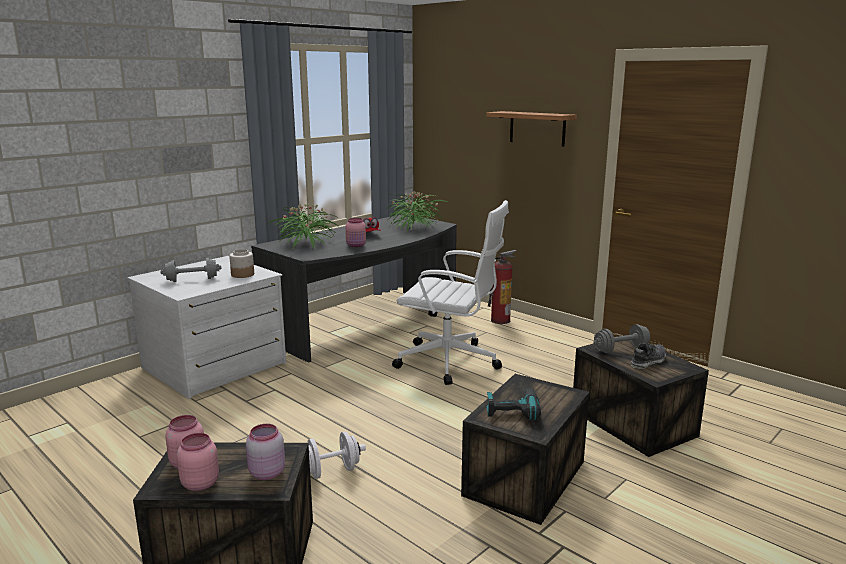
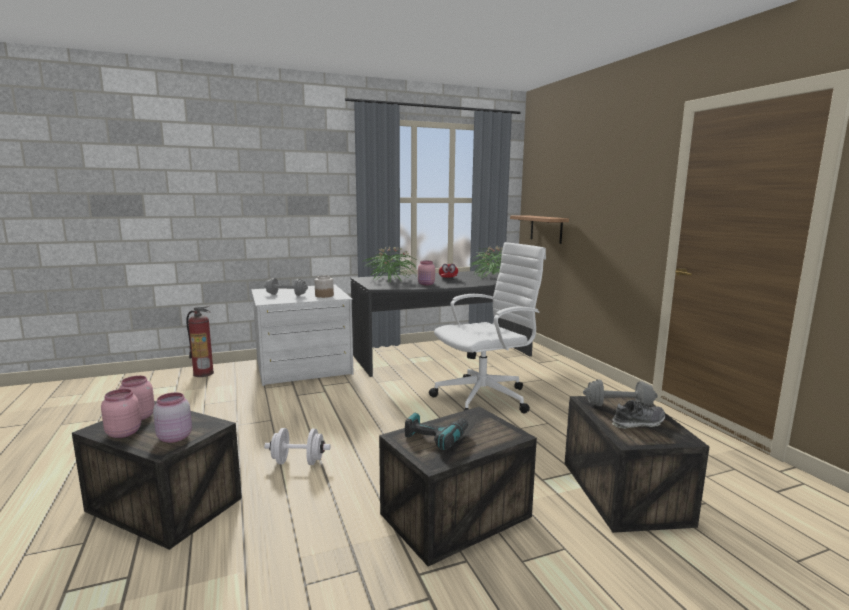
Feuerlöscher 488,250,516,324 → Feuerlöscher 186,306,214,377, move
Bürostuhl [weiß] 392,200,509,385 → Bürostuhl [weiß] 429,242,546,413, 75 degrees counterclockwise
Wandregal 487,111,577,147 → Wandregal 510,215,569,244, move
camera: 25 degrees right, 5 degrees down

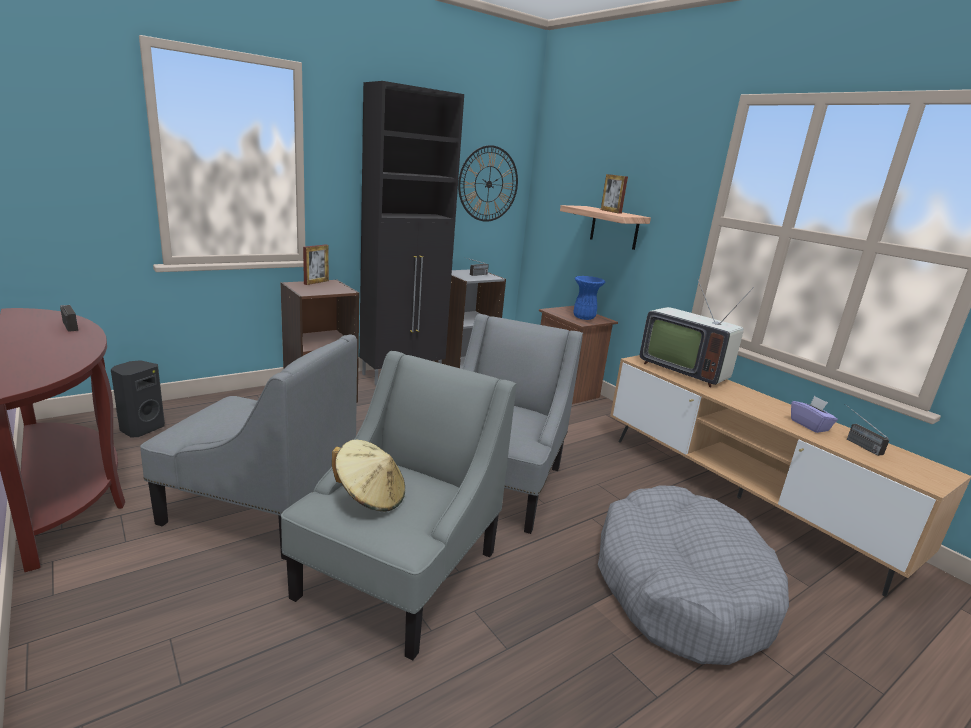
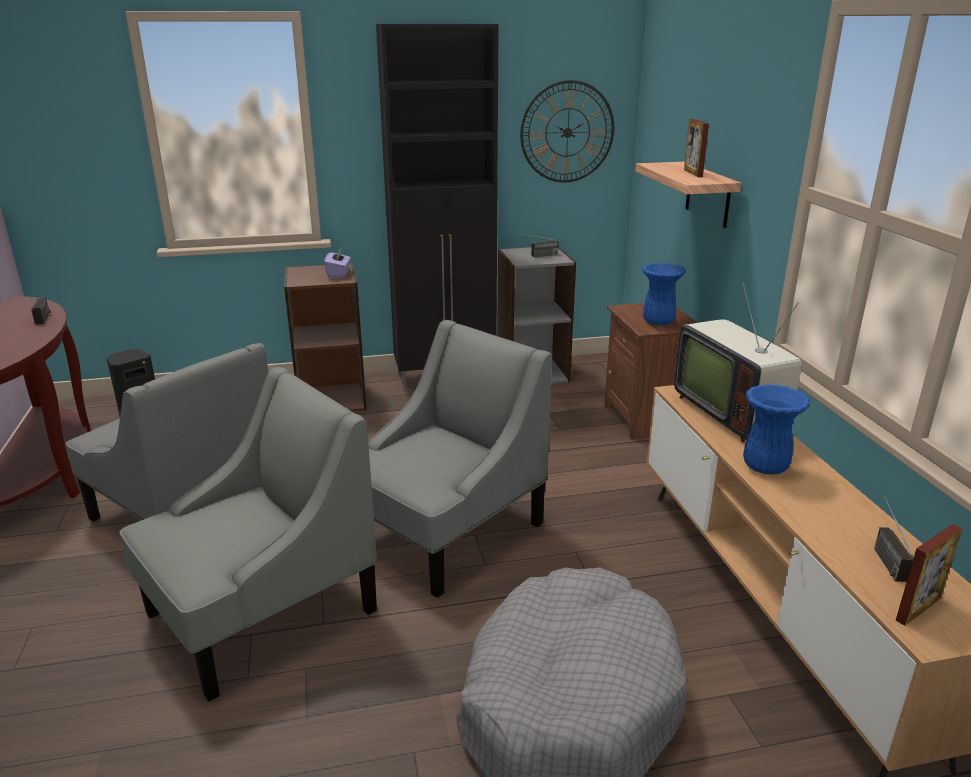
Taschentuchbox [lila] 791,396,838,433 → Taschentuchbox [lila] 324,248,351,278, move
- → Vase [blau] 743,384,810,475
Bilderrahmen 303,244,329,285 → Bilderrahmen 896,524,963,626, move
Hut [beige] 332,440,405,511 → -
camera: 25 degrees right, 5 degrees up

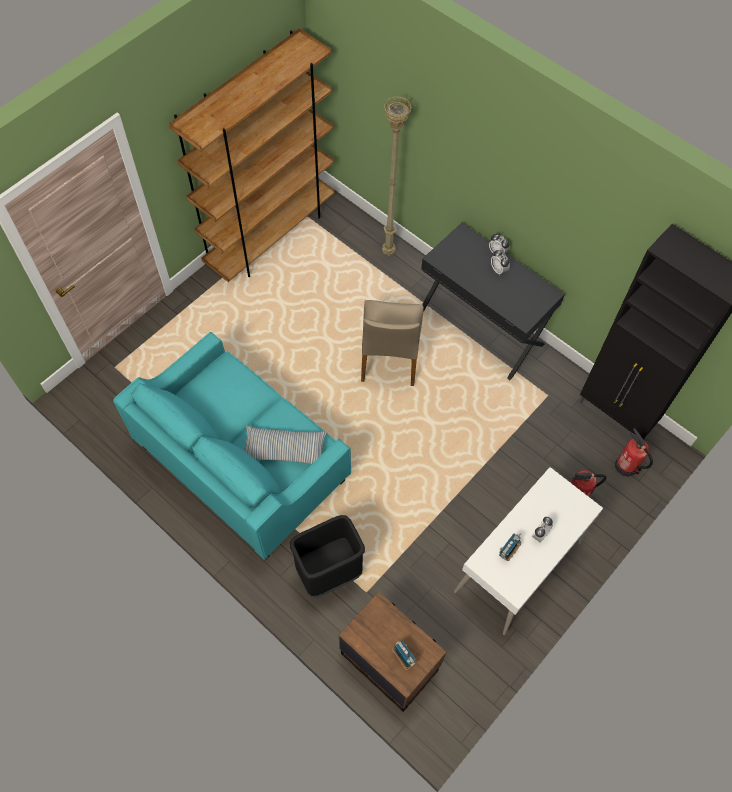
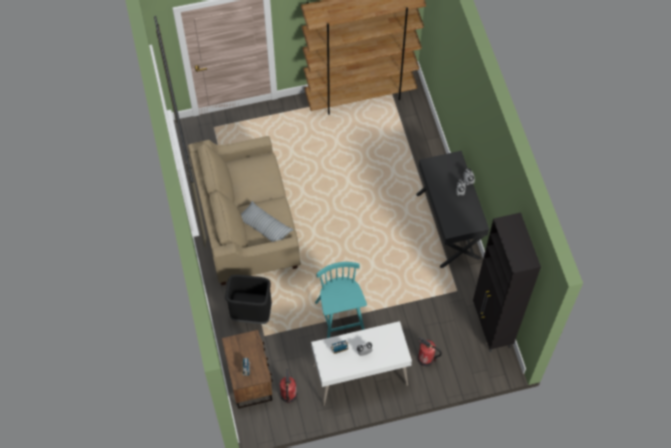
Sofa [türkis] 113,332,351,561 → Sofa [beige] 188,136,301,285
Feuerlöscher 615,428,653,477 → Feuerlöscher 280,369,297,403, move
- → Hocker [türkis] 315,262,367,338
Stuhl [beige] 361,300,424,386 → -
Stehlampe [beige] 382,96,412,256 → -
camera: 35 degrees right, 0 degrees up

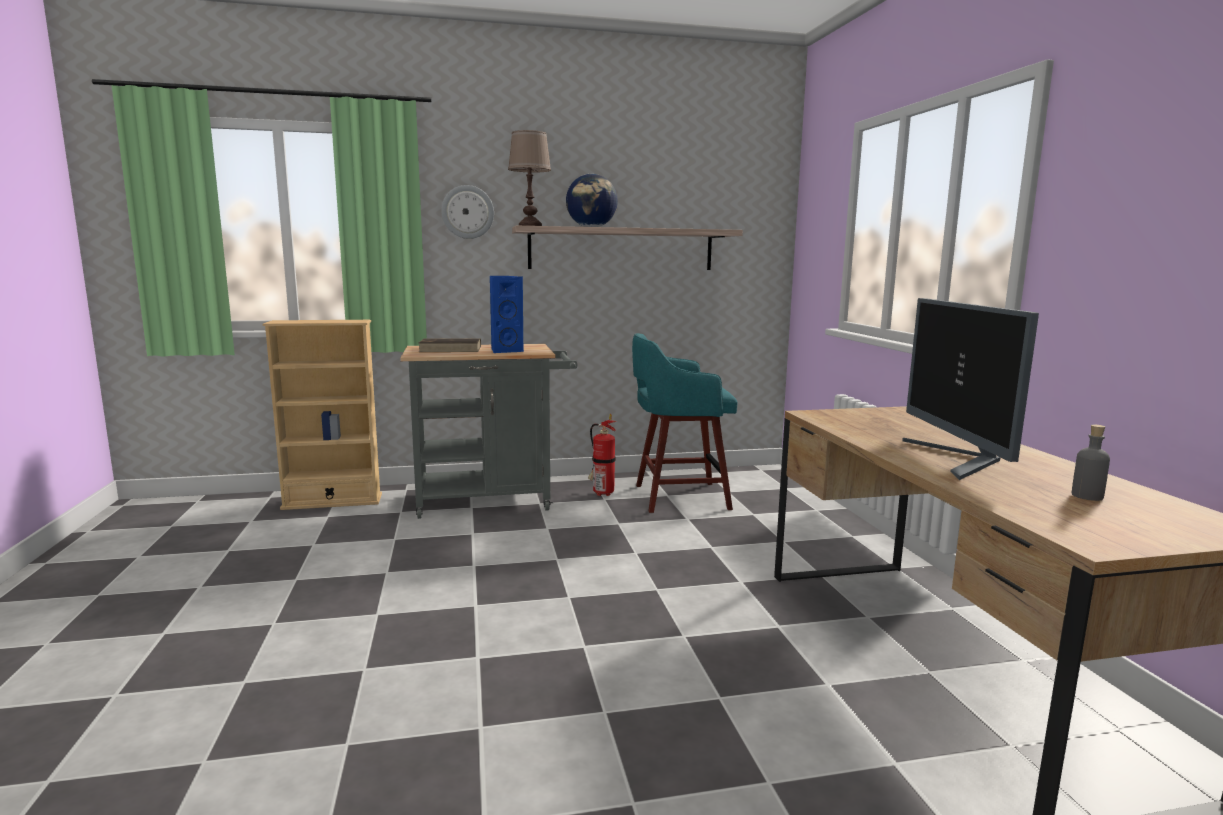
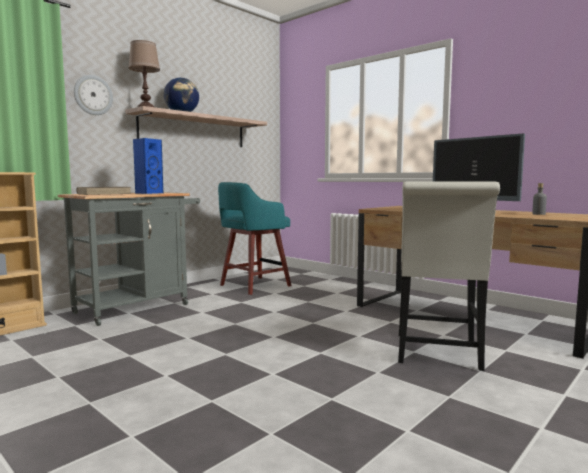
- → Stuhl [weiß] 398,181,500,371
Feuerlöscher 588,414,617,496 → -
camera: 35 degrees left, 5 degrees down

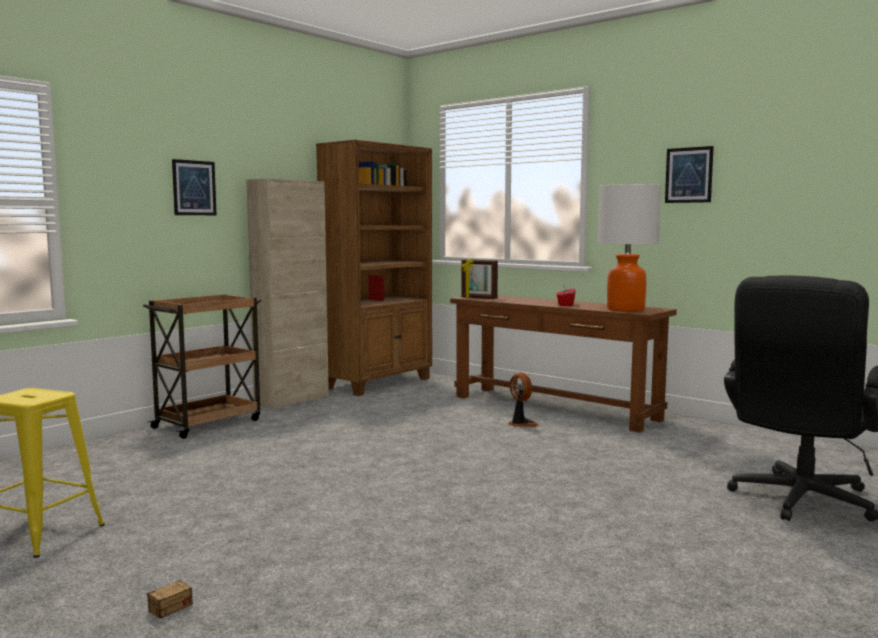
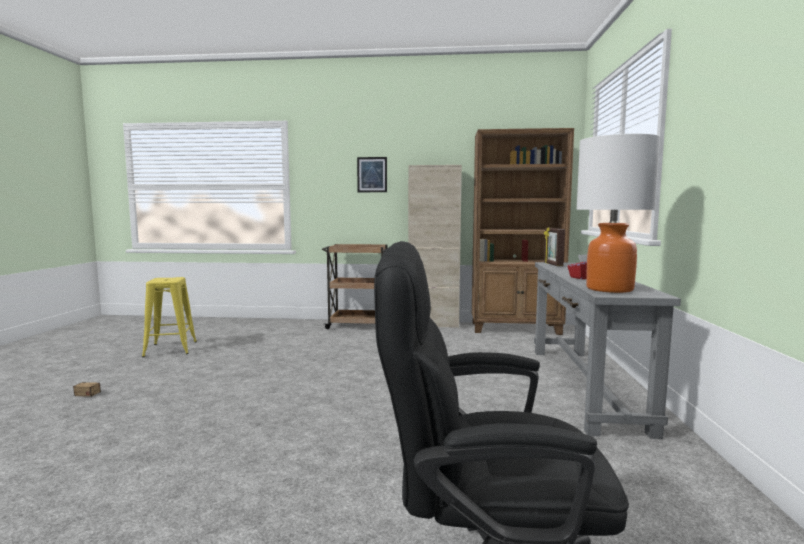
Konsolentisch [braun] 450,295,677,433 → Konsolentisch [grau] 534,262,681,439
Ventilator 508,372,539,427 → -
Bild 665,146,714,203 → -
camera: 55 degrees right, 0 degrees up

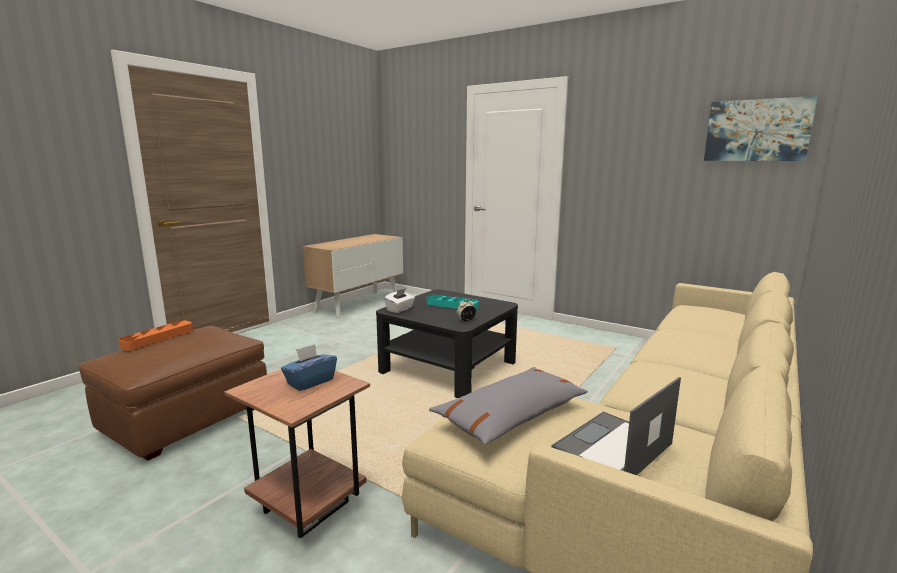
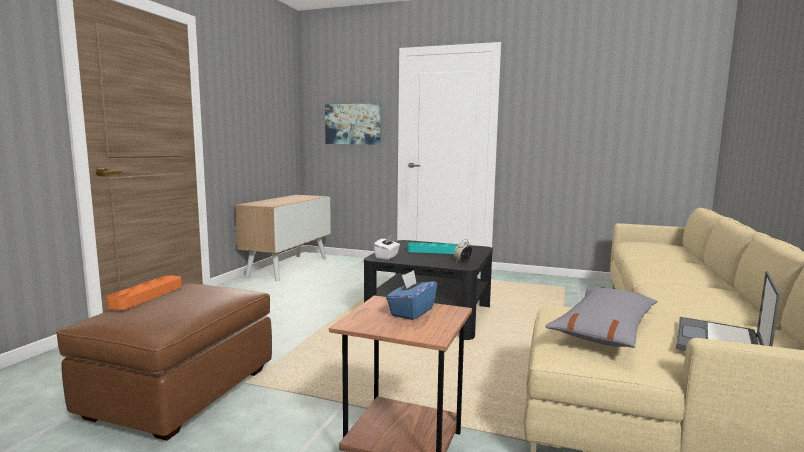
Bild 704,96,817,161 → Bild 325,103,380,145, move
camera: 15 degrees left, 5 degrees down

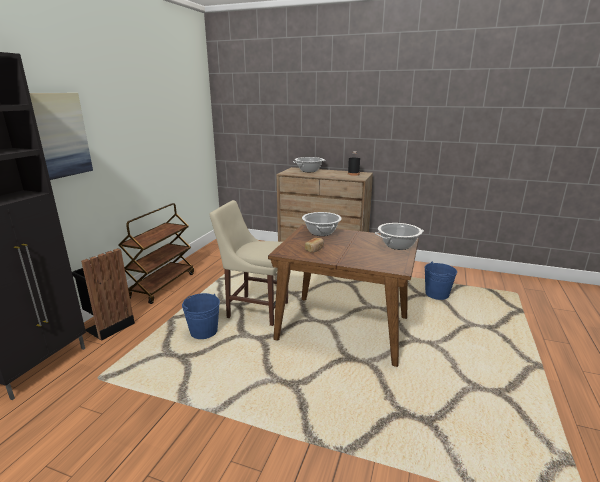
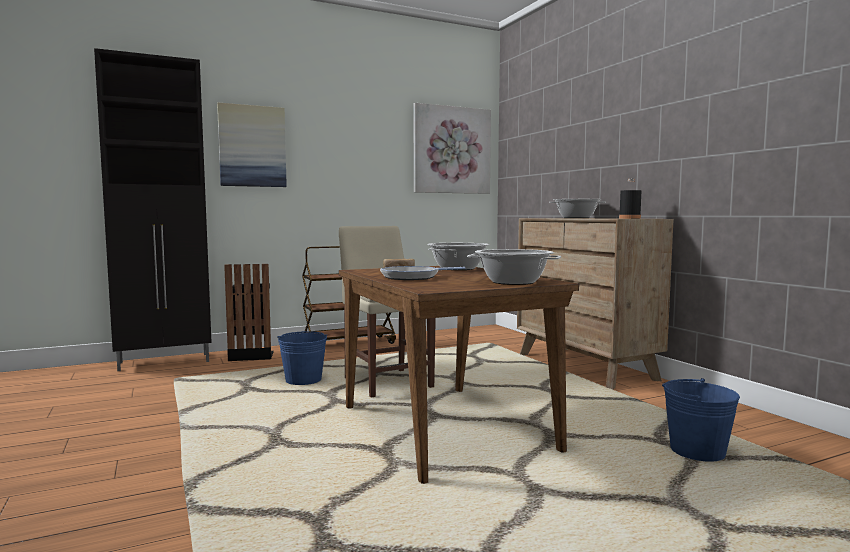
- → Pfanne 380,266,465,280
- → Bild 414,103,491,194
camera: 45 degrees right, 15 degrees down

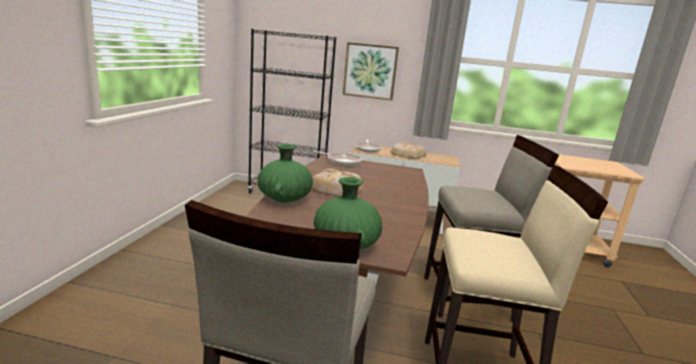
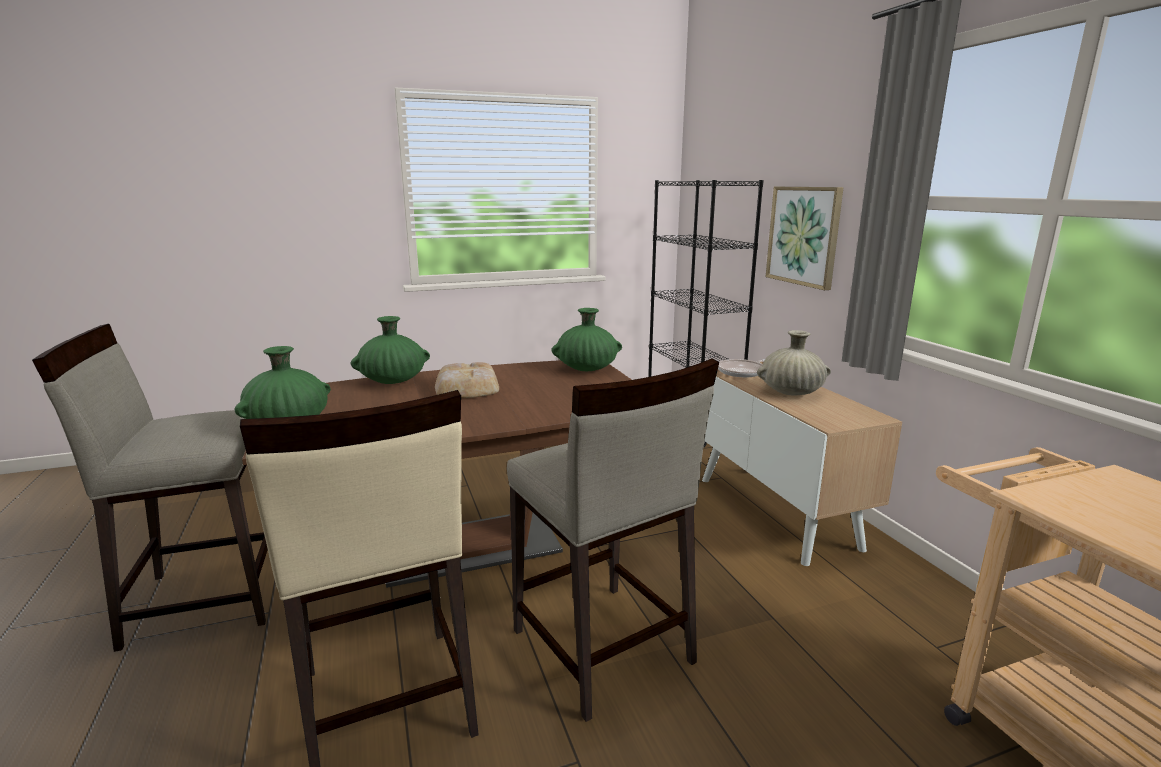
Pfanne 313,151,362,166 → Vase [grün] 551,308,622,371
Brot 391,142,427,159 → Vase [beige] 757,330,831,396
camera: 60 degrees right, 0 degrees up

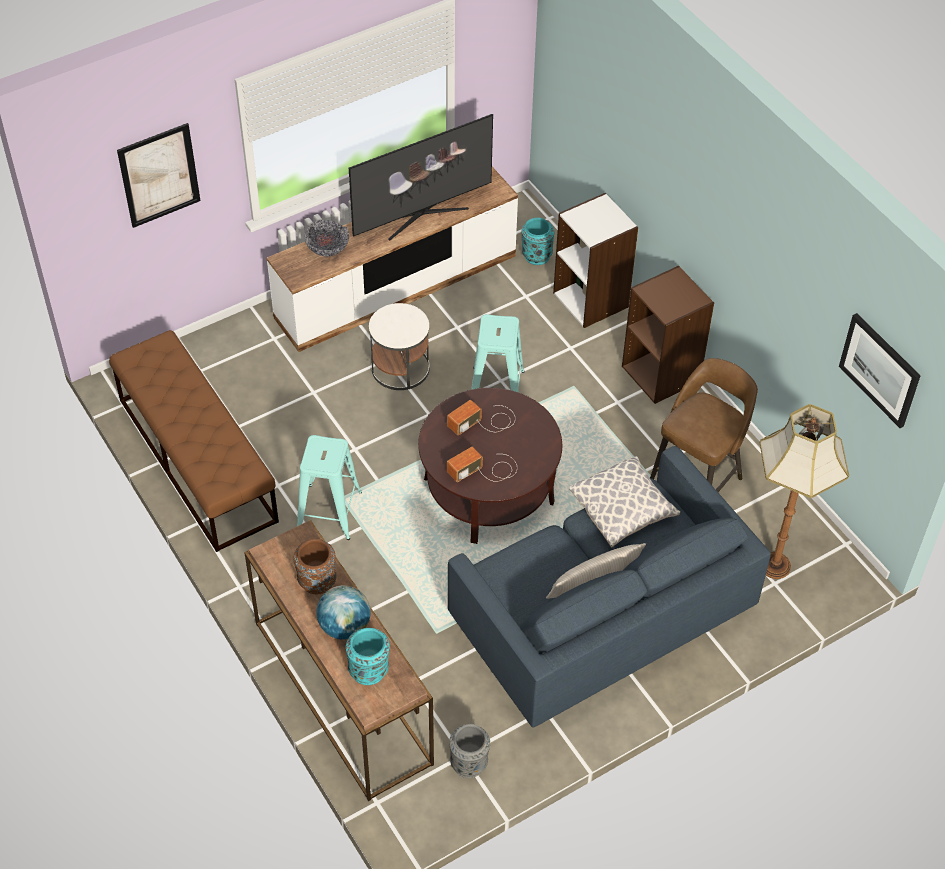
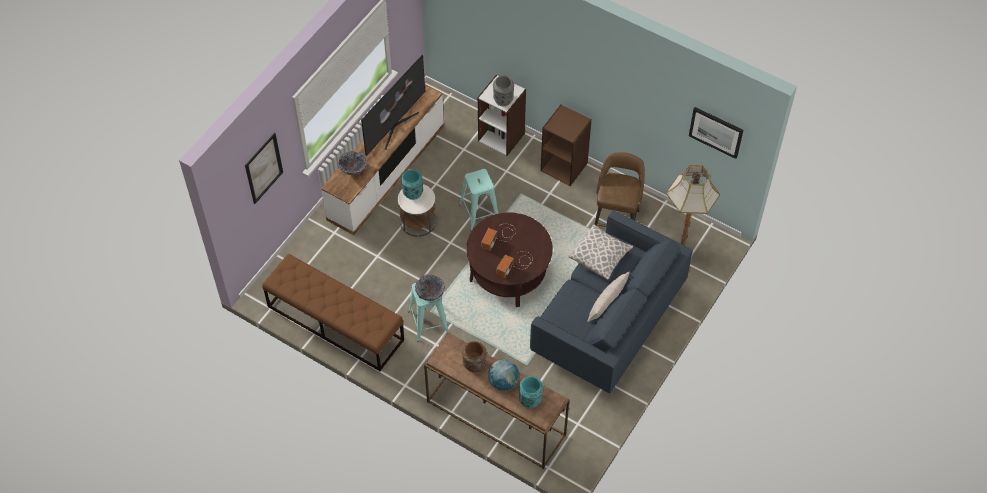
Vase [türkis] 522,218,554,265 → Vase [türkis] 401,170,423,200, move
- → Schüssel 415,274,445,301
Vase [grau] 449,724,490,778 → Vase [grau] 493,75,514,106, move
camera: 25 degrees left, 5 degrees up

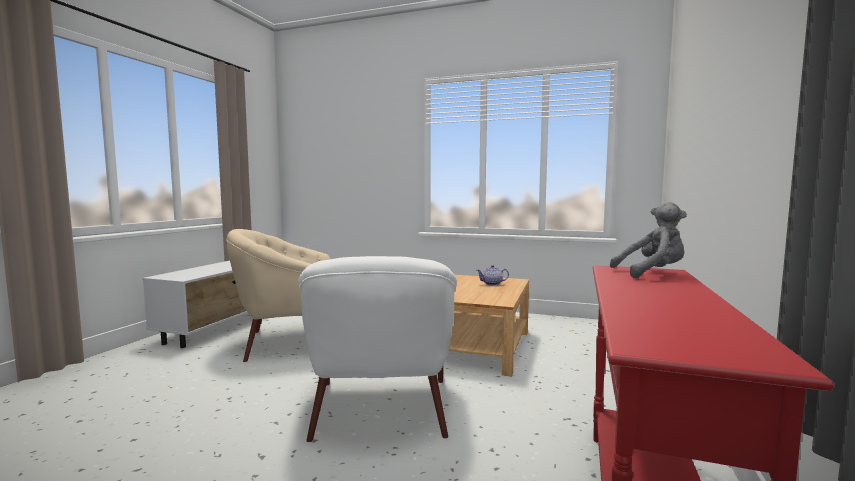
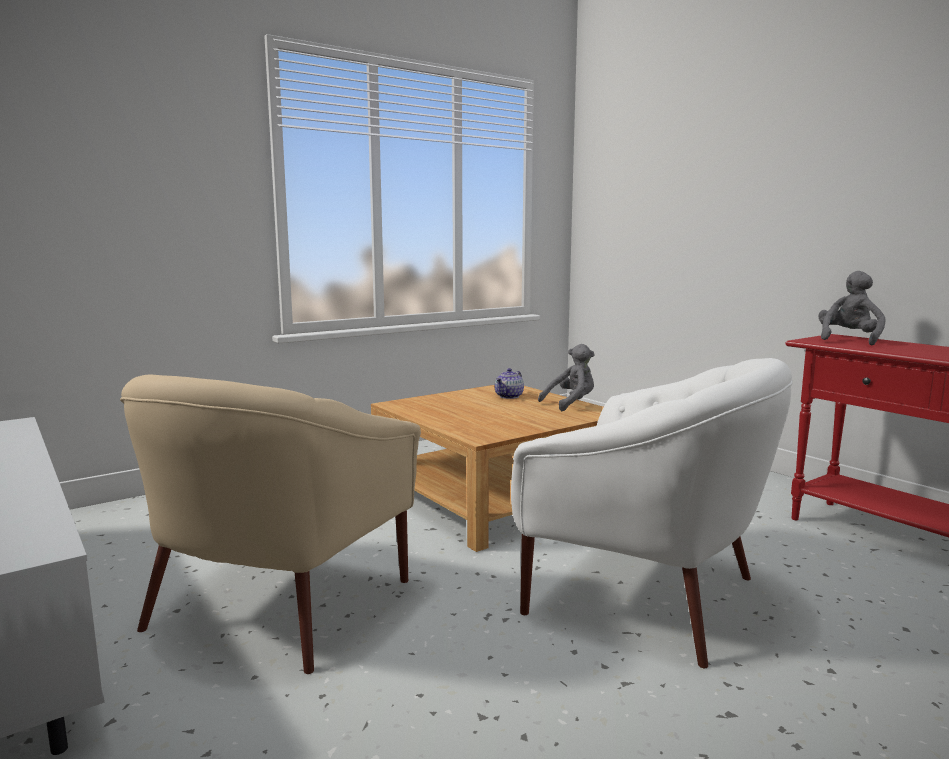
- → Plüschtier [grau] 538,344,595,411
camera: 55 degrees left, 5 degrees up

